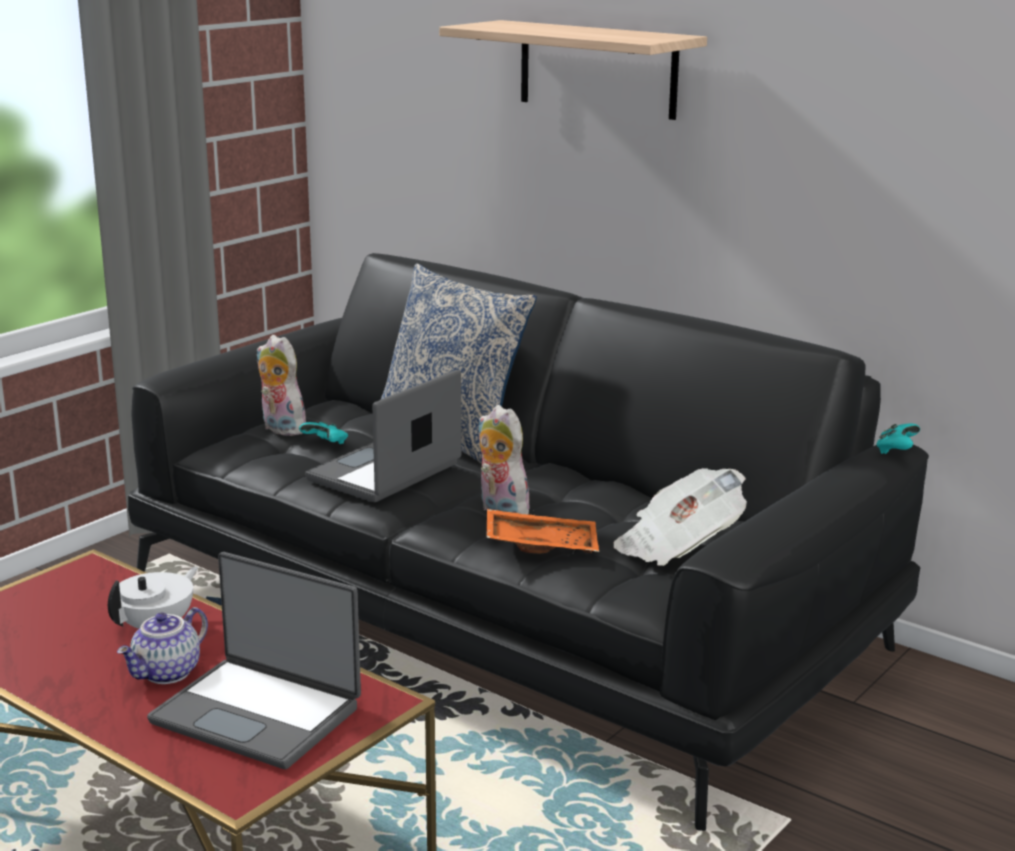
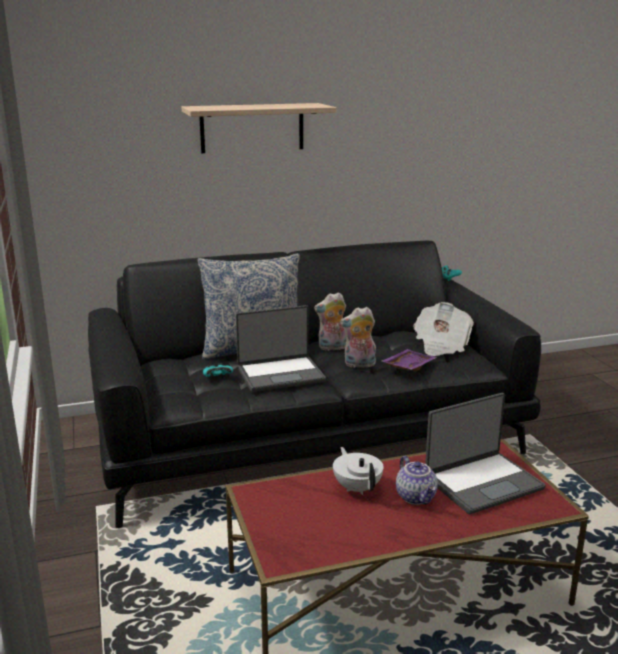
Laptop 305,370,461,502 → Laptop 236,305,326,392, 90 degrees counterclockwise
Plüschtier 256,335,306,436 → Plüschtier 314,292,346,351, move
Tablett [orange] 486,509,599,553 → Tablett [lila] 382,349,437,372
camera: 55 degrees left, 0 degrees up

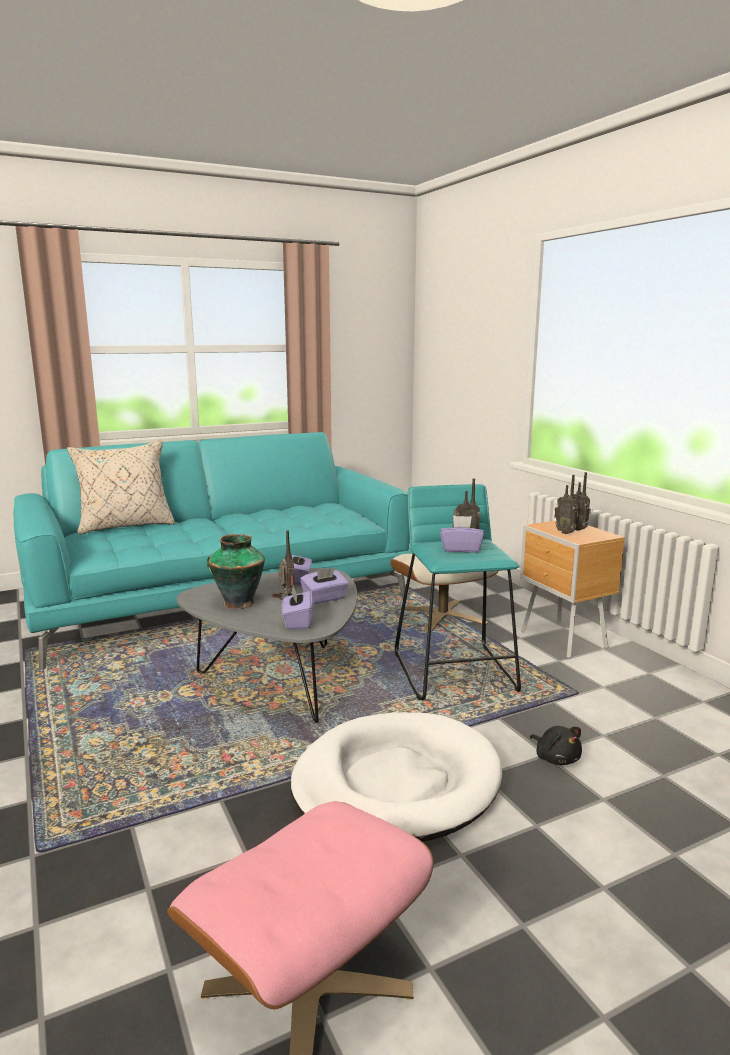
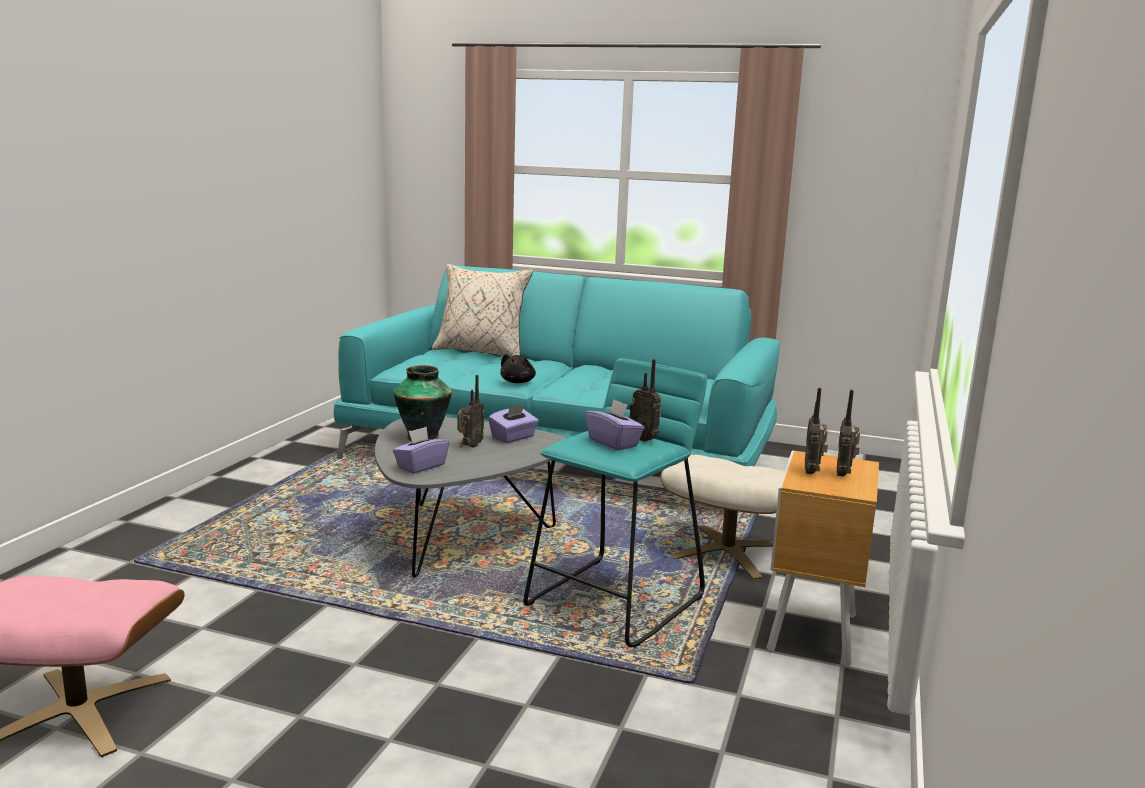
Plüschtier [schwarz] 530,726,582,765 → Plüschtier [schwarz] 500,354,536,383, move
Hundebett [weiß] 291,712,502,842 → -
Taschentuchbox [lila] 300,568,349,604 → -
camera: 45 degrees right, 0 degrees up

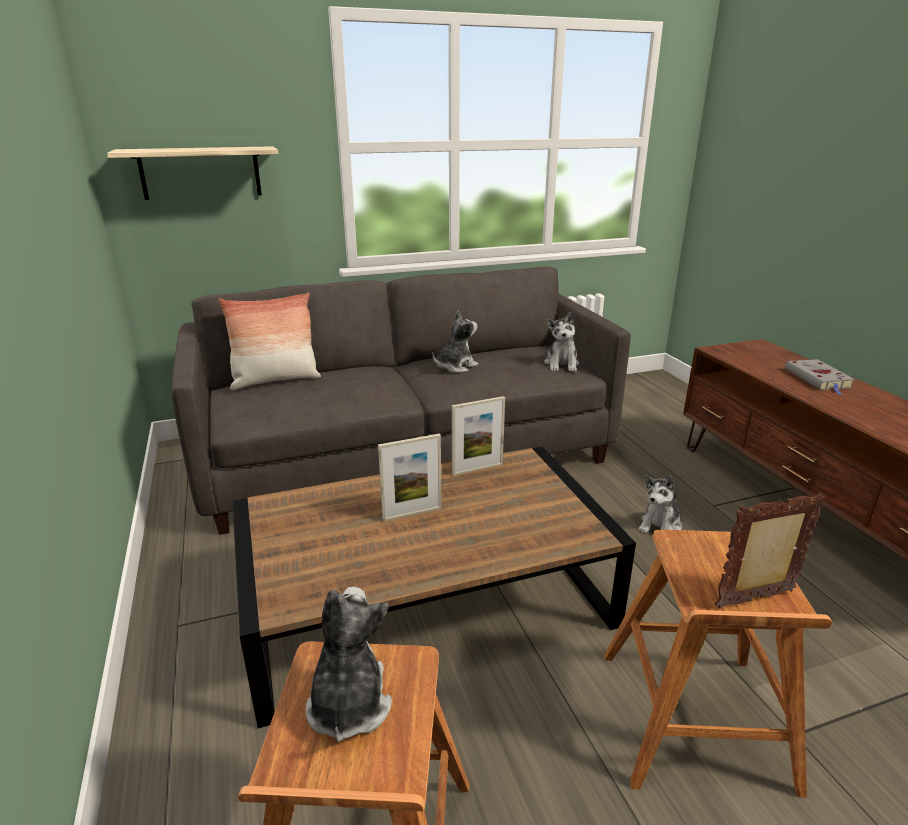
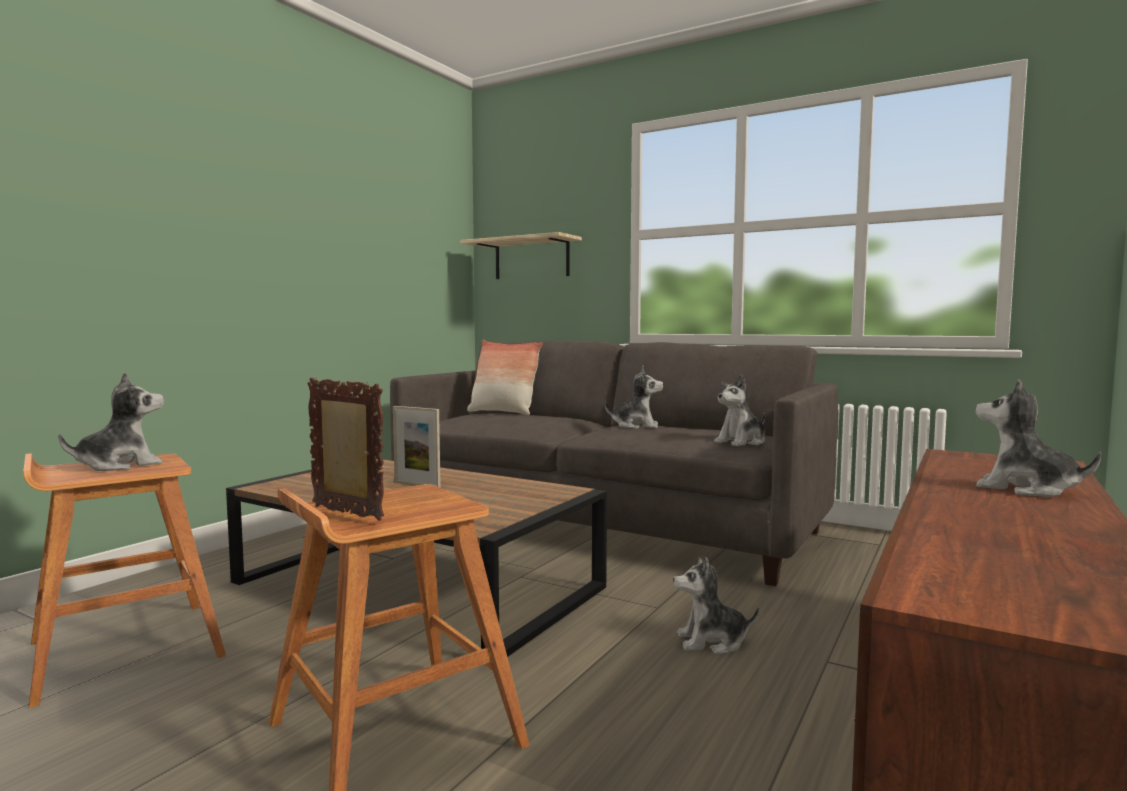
Buch [grau] 785,359,855,395 → Plüschtier 976,379,1101,497
Bilderrahmen 452,396,505,476 → -
camera: 50 degrees right, 20 degrees down

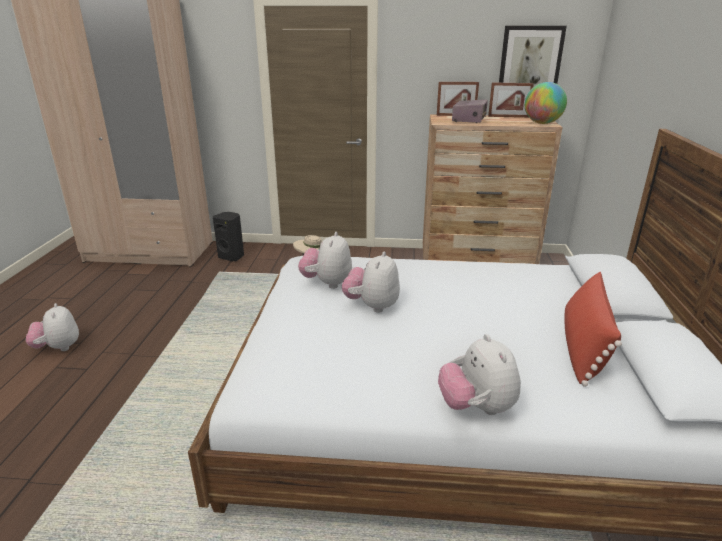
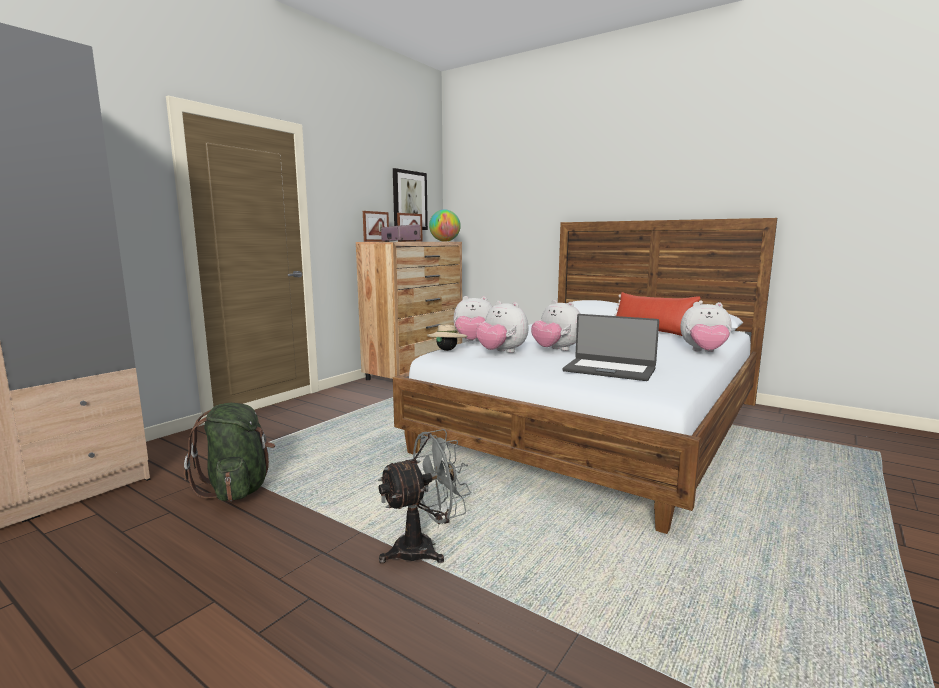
- → Rucksack [grün] 184,403,275,501
- → Ventilator [grau] 378,429,471,564
Plüschtier 26,303,79,351 → Plüschtier 453,296,493,342, move
- → Laptop 562,314,659,381
Lautsprecher [schwarz] 213,212,244,261 → -
camera: 60 degrees left, 15 degrees down

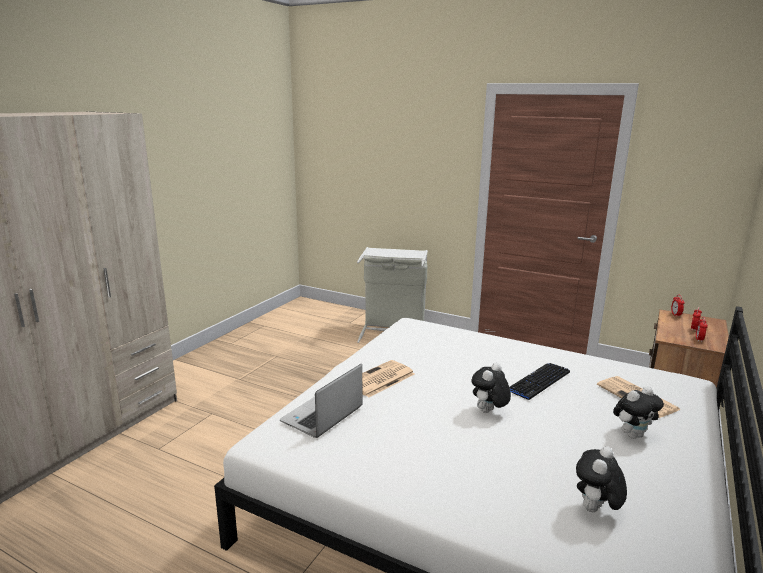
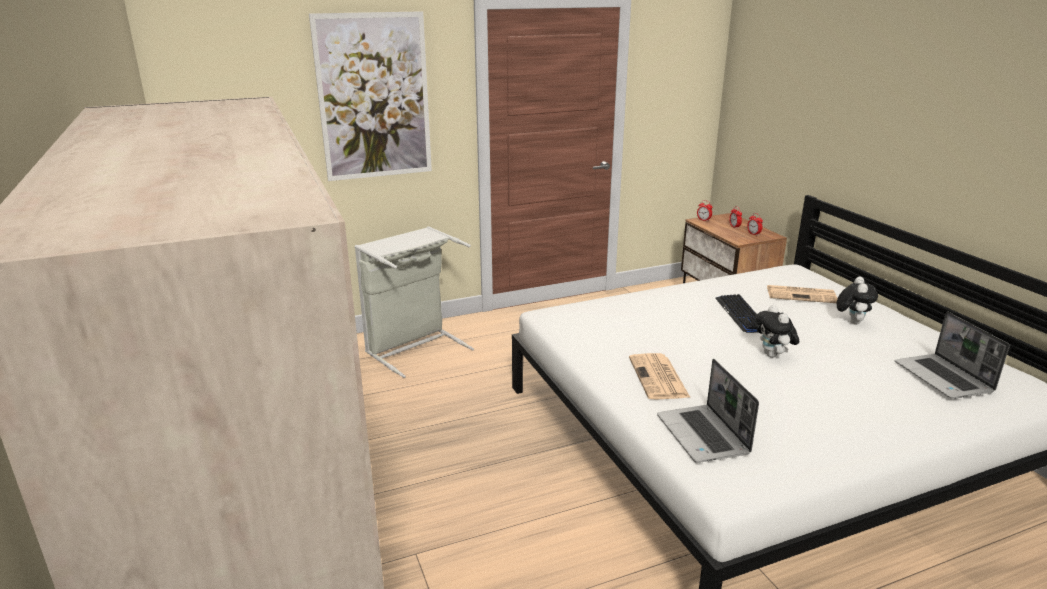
- → Bild 309,11,432,181
Plüschtier 576,446,627,512 → Laptop 895,311,1010,399
camera: 50 degrees left, 5 degrees up

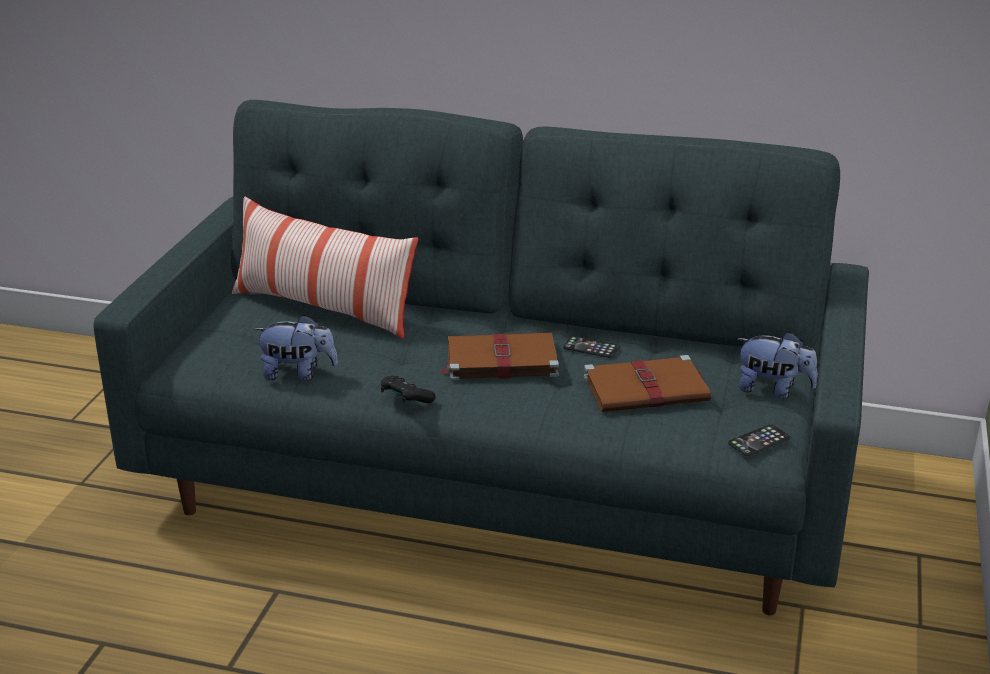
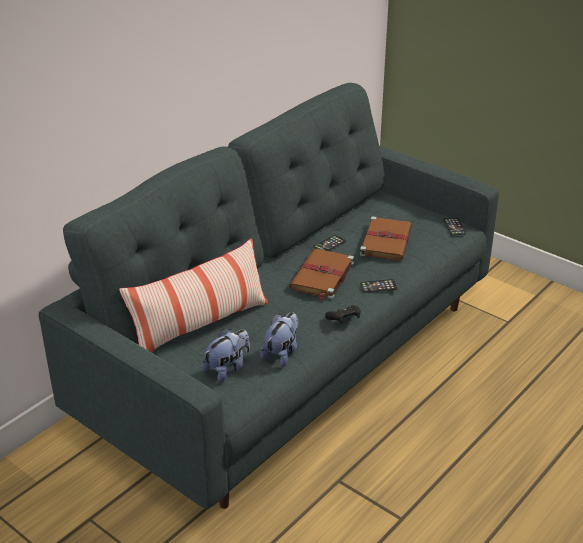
Plüschtier 737,332,818,399 → Plüschtier 202,329,250,383, move
- → Handy 360,279,398,293
camera: 65 degrees left, 5 degrees up

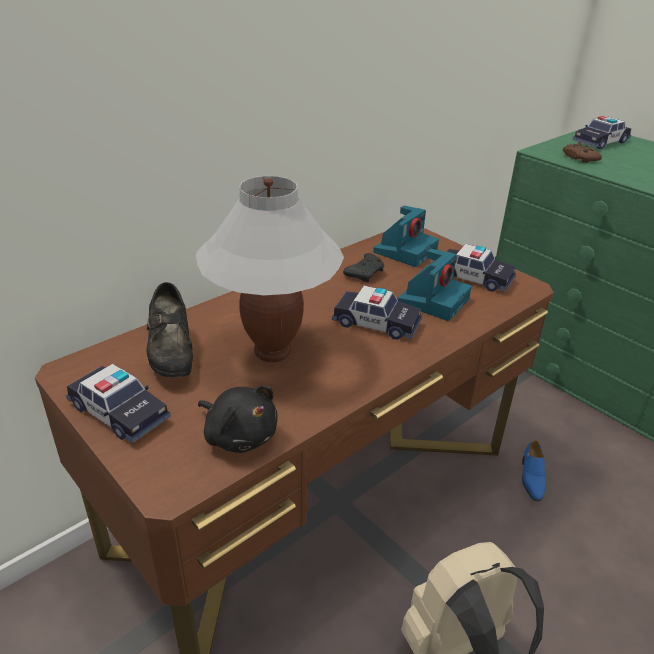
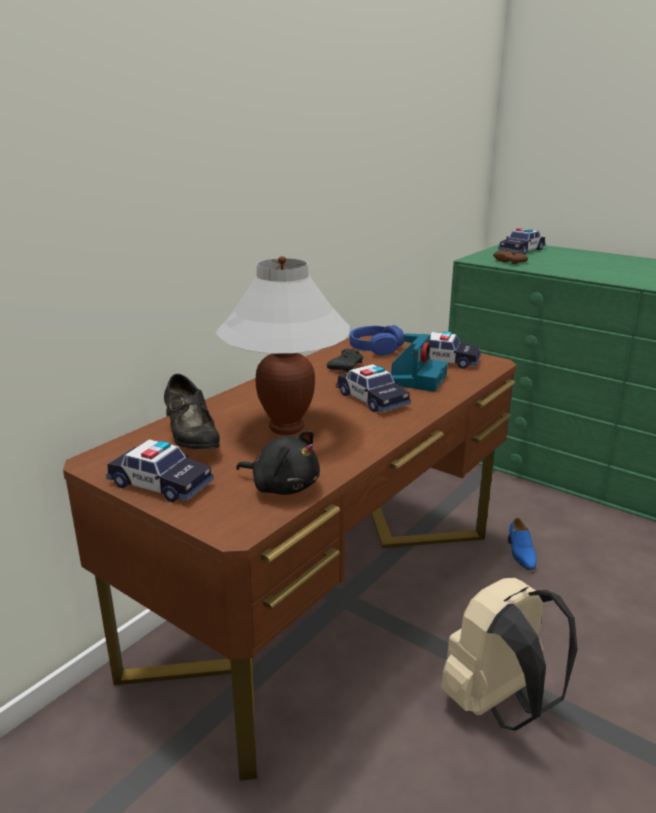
Spielzeugauto 332,286,422,340 → Spielzeugauto 336,364,411,412, 45 degrees clockwise
Kamera 373,205,439,267 → Kopfhörer [blau] 349,325,404,356
camera: 10 degrees left, 10 degrees down

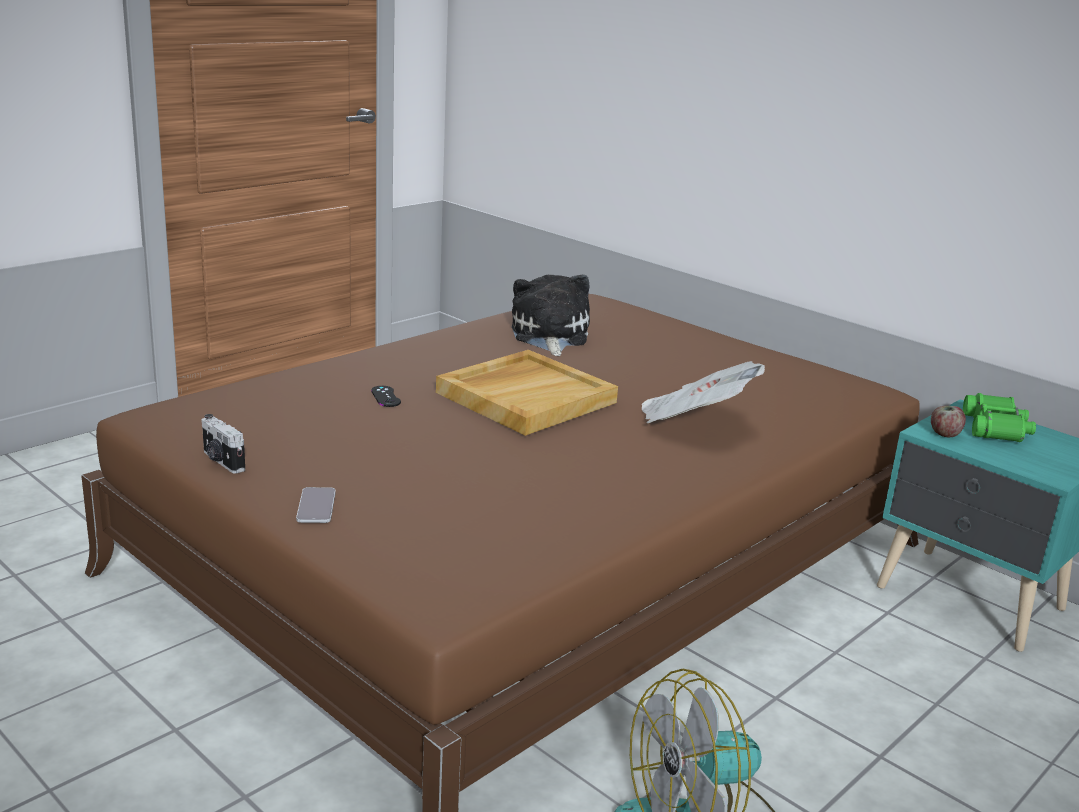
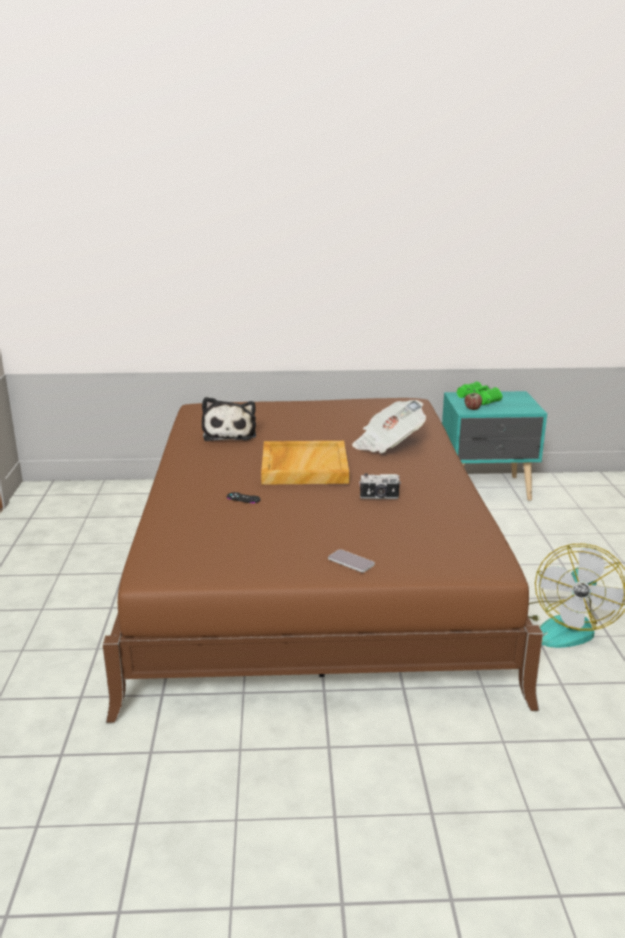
Plüschtier 512,274,590,356 → Plüschtier 202,397,256,441, 135 degrees counterclockwise
Kamera 202,414,245,474 → Kamera 359,473,401,499, move
camera: 45 degrees left, 0 degrees up

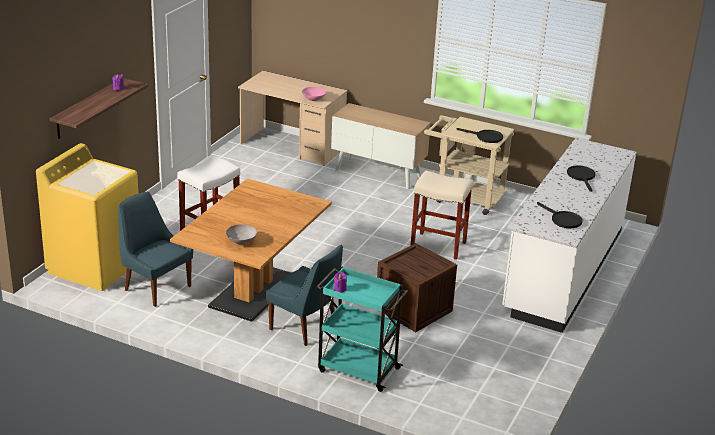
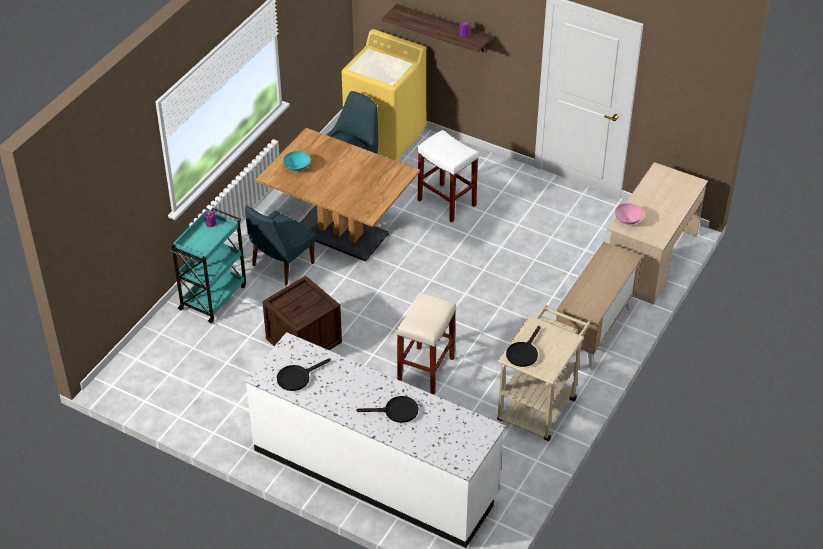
Schüssel [grau] 226,224,257,245 → Schüssel [türkis] 283,151,311,171
camera: 95 degrees right, 15 degrees up

